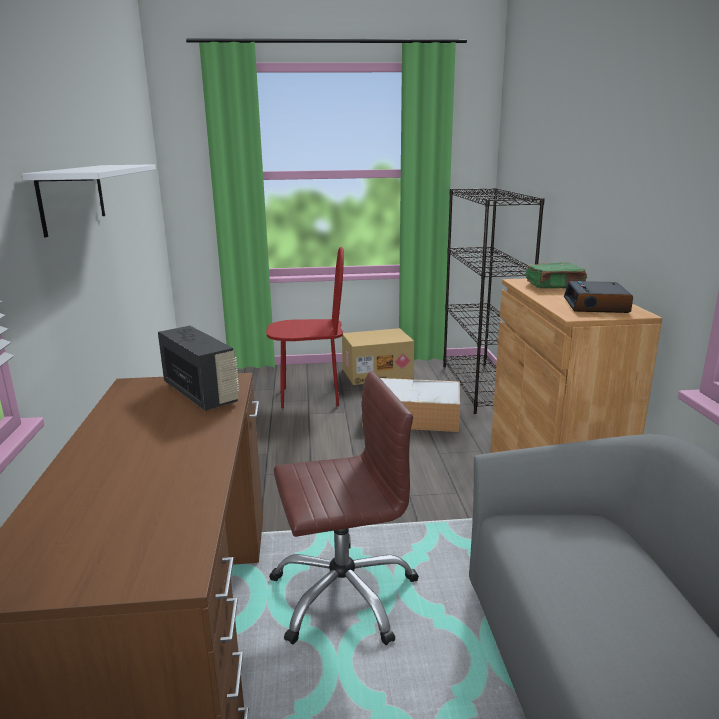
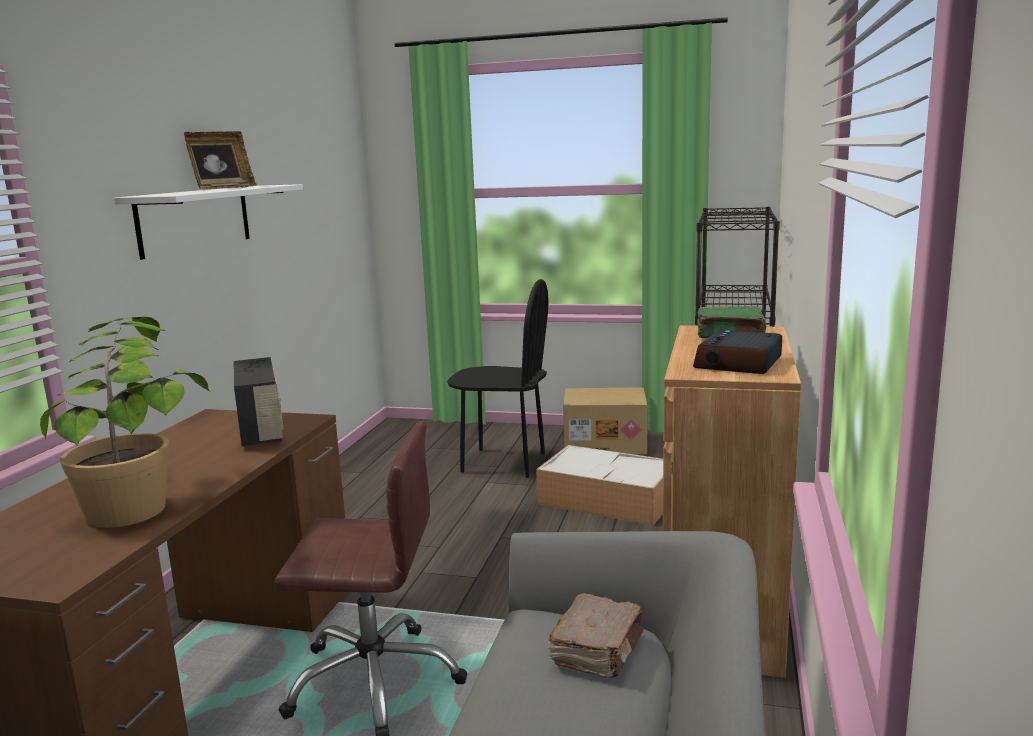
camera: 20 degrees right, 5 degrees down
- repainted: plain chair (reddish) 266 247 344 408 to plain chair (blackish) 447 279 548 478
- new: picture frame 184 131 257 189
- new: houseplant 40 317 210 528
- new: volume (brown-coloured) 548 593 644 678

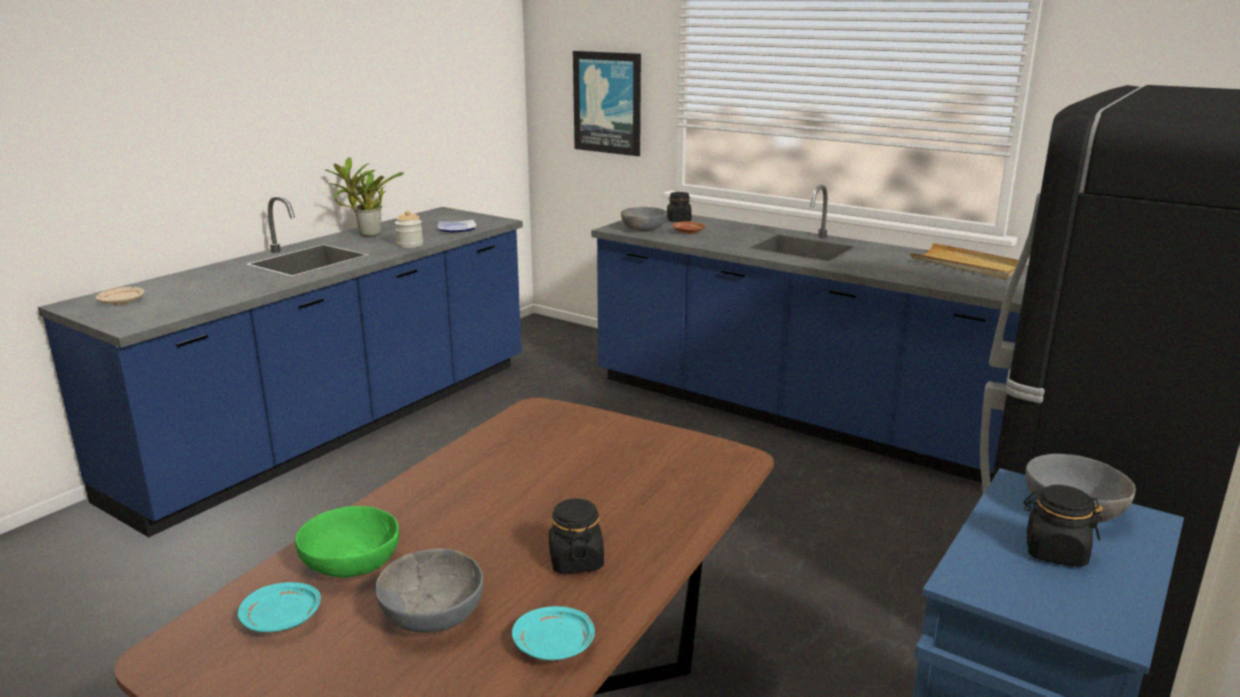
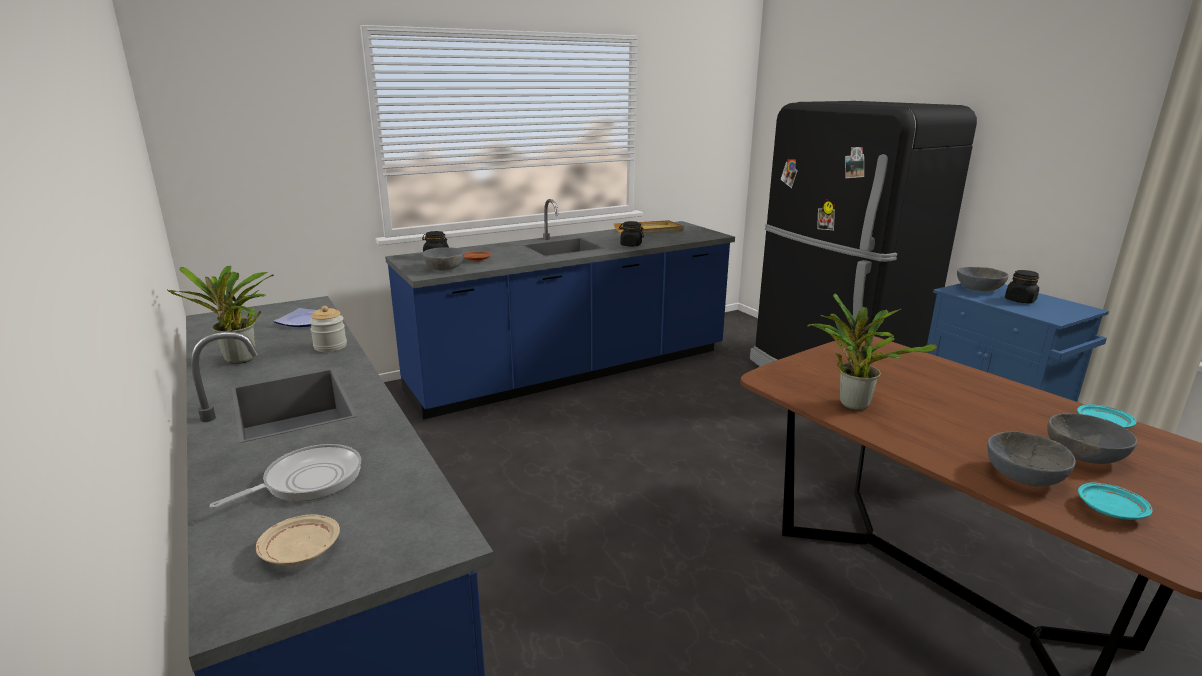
camera: 65 degrees left, 0 degrees up
- gone: wall art 573 51 641 156
- shifted: storage jar (blackish) 549 498 604 574 to 619 221 644 247
- repainted: bowl (green-coloured) 295 506 399 578 to bowl (gray) 987 431 1076 487
- new: houseplant 807 294 937 410
- new: pan 210 444 361 509

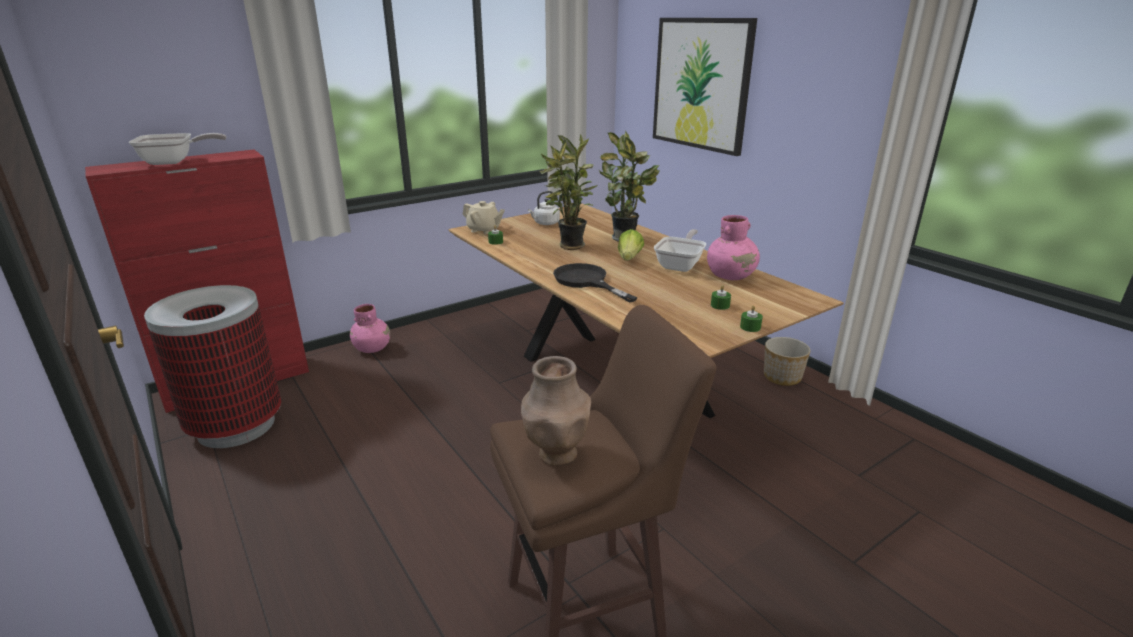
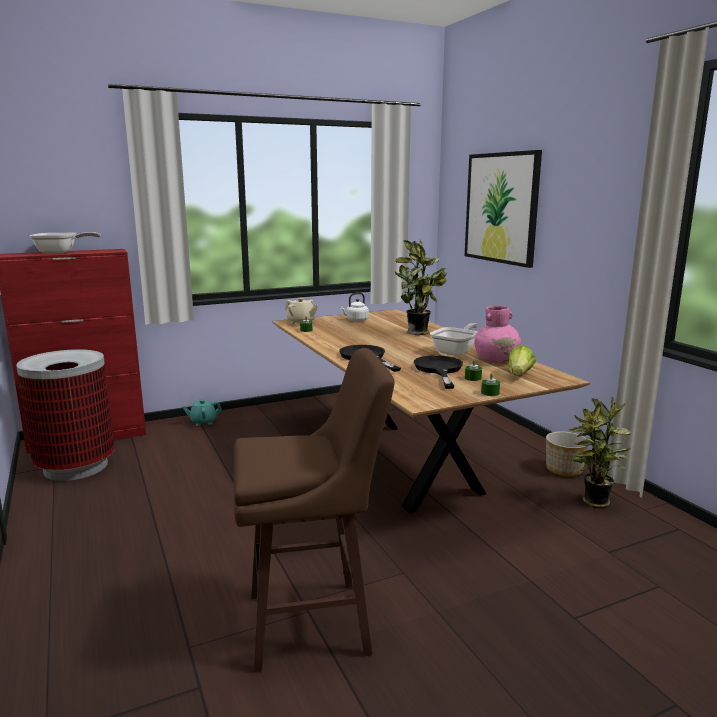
camera: 10 degrees right, 10 degrees down
- shifted: houseplant 539 134 598 250 to 569 397 632 508
- shifted: lettuce 618 229 644 261 to 507 345 536 376
- swapped: decorative vase (pink-coloured) 350 304 390 353 to tea pot (turquoise) 182 399 222 426
- gone: decorative vase (brown-coloured) 521 356 591 466
- new: pan (blackish) 414 355 463 389

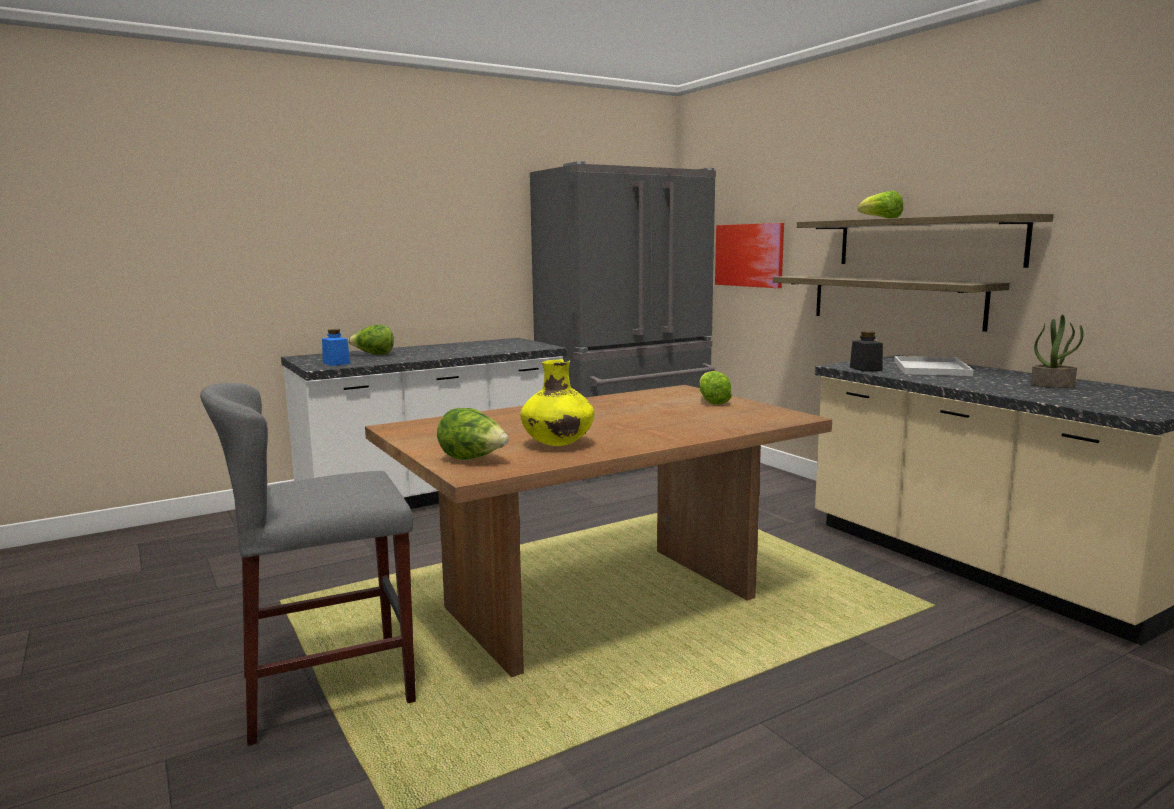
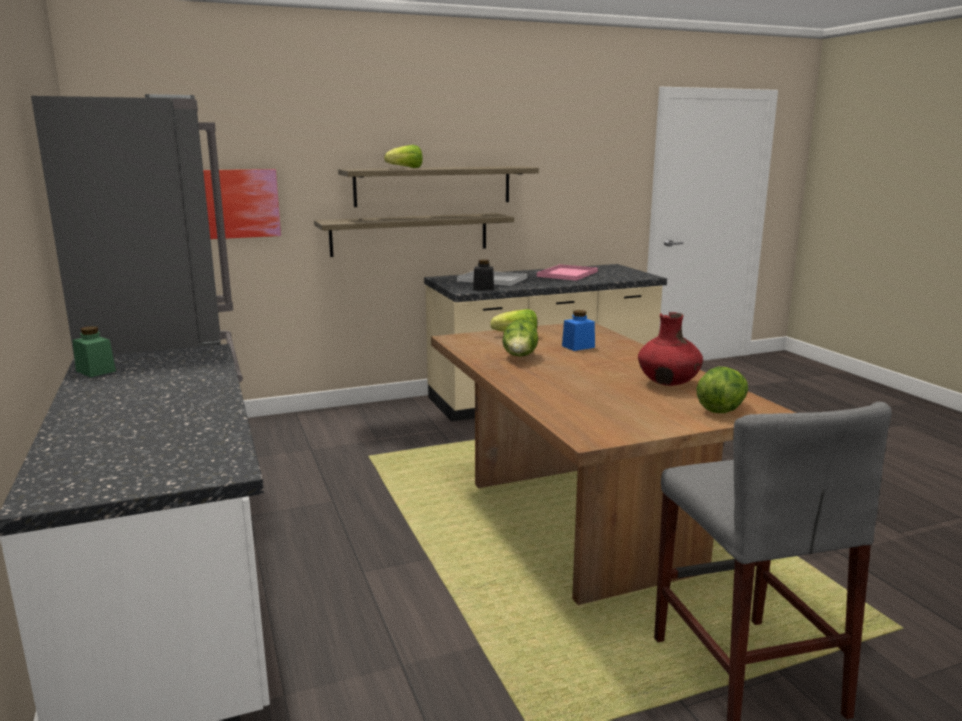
camera: 80 degrees left, 5 degrees up
- swapped: houseplant 1031 314 1084 388 to serving tray (pink-coloured) 537 264 598 281
- shifted: lettuce 348 325 394 355 to 503 320 538 357
- shifted: storage jar (blue-coloured) 322 329 350 366 to 562 310 595 351
- repainted: decorative vase (yellowish) 520 359 595 446 to decorative vase (reddish) 638 312 703 386
- new: storage jar (green-coloured) 72 326 116 377

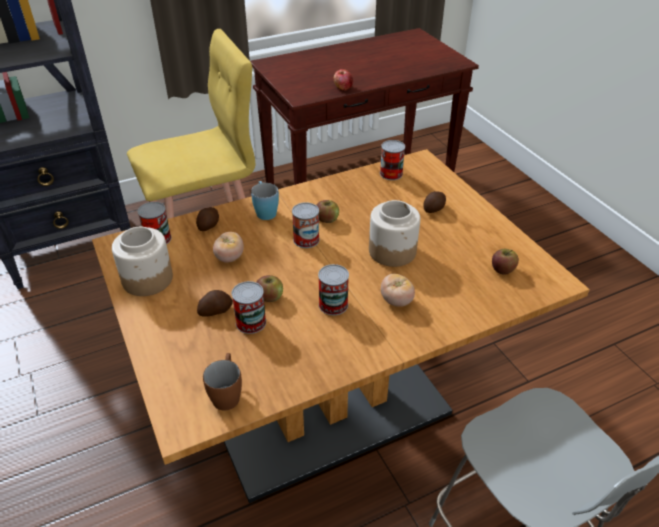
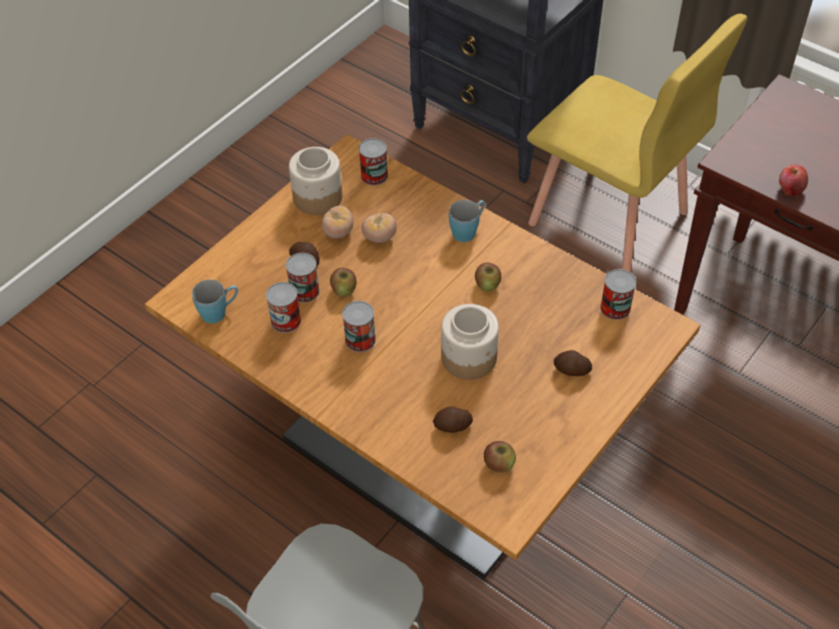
camera: 65 degrees right, 10 degrees up
- shifted: metal can 292 202 320 248 to 266 282 301 333
- shifted: whole potato 196 207 219 231 to 433 406 473 433
- shifted: fresh tomato 381 274 415 307 to 322 206 354 239
- repainted: mug (brown-coloured) 203 353 242 411 to mug (blue-coloured) 192 280 238 323

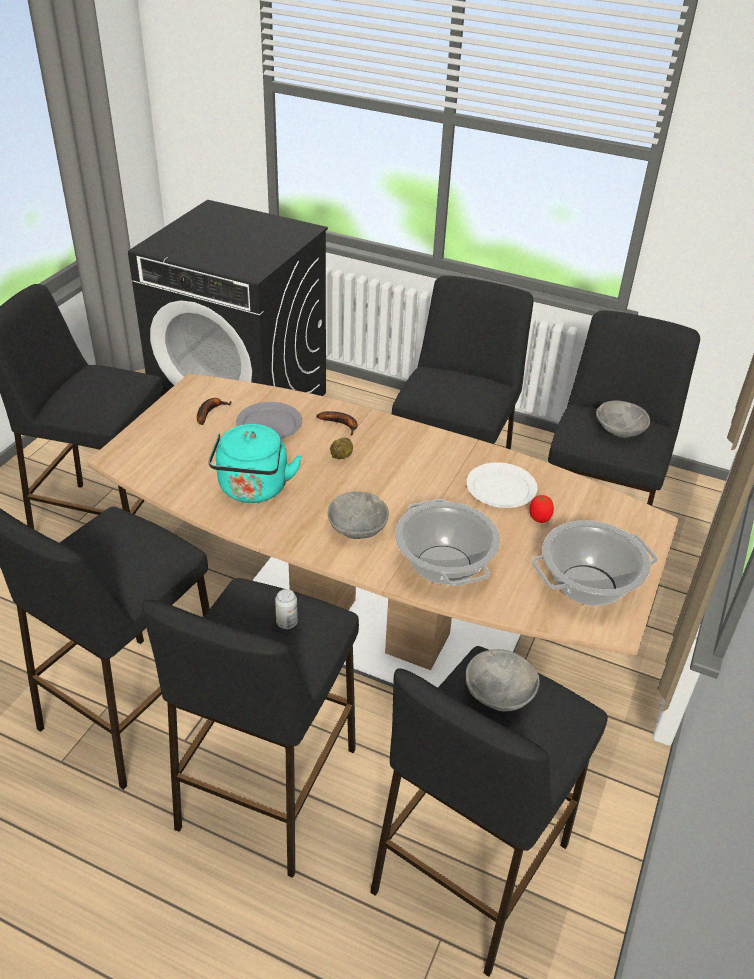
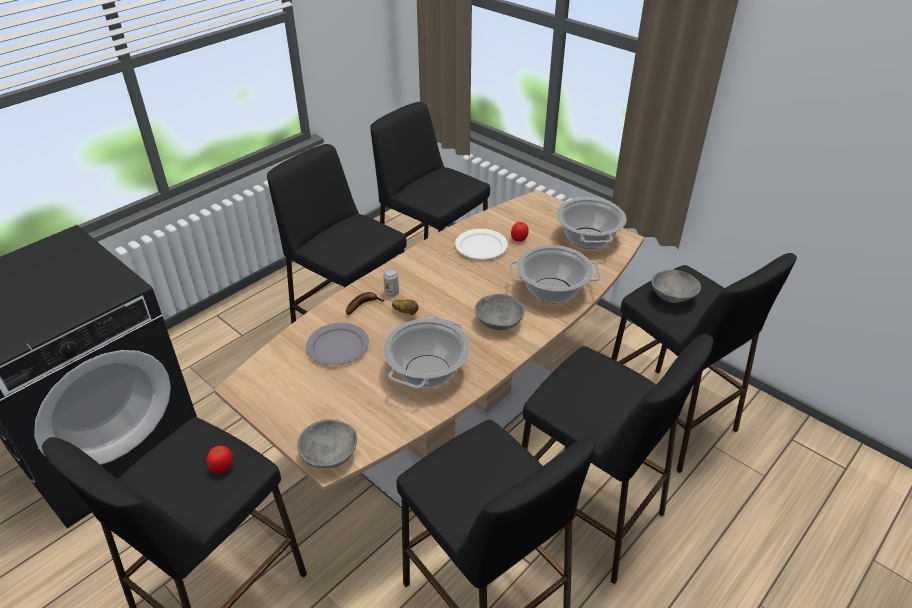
camera: 70 degrees left, 0 degrees up
- gone: banana fruit 197 398 231 425
- shifted: bowl (gray) 596 400 650 438 to 297 419 357 468
- swapped: tea kettle (turquoise) 208 424 302 503 to cooking pot 383 317 470 389
- shifted: metal can 275 589 298 629 to 383 269 399 297
- new: fresh tomato 207 446 233 474

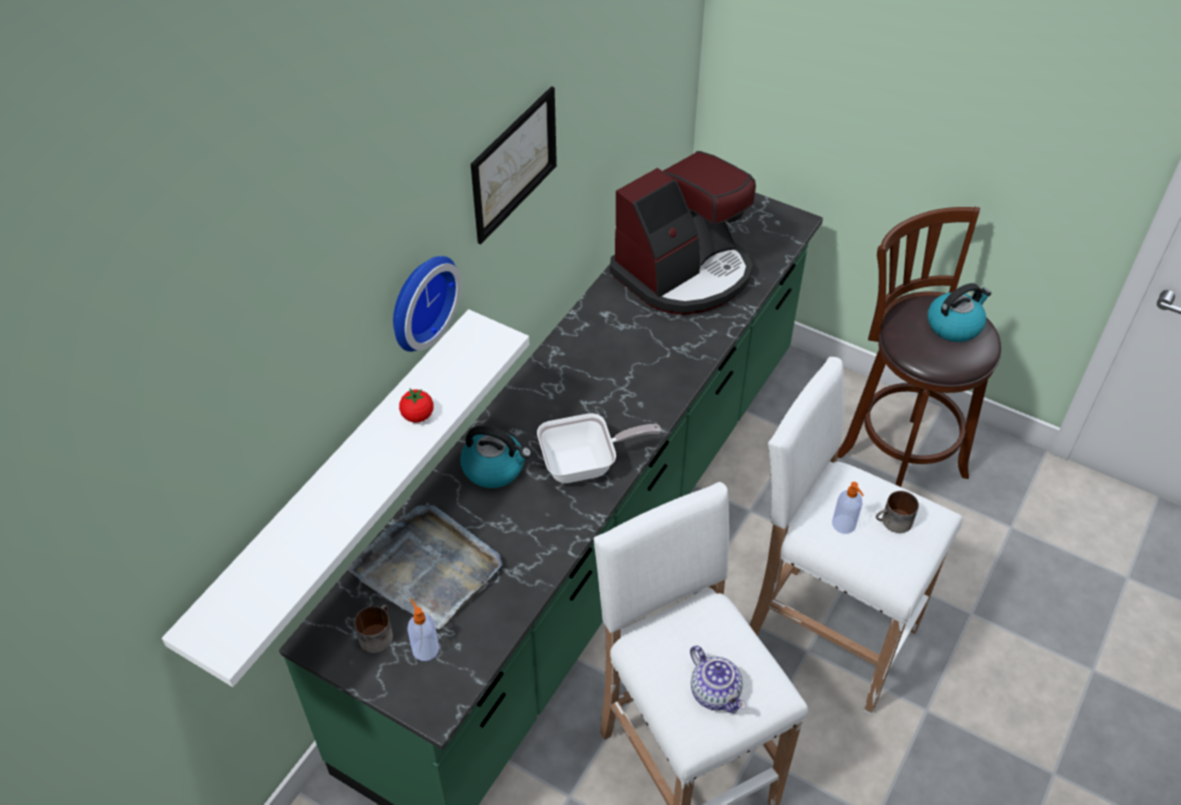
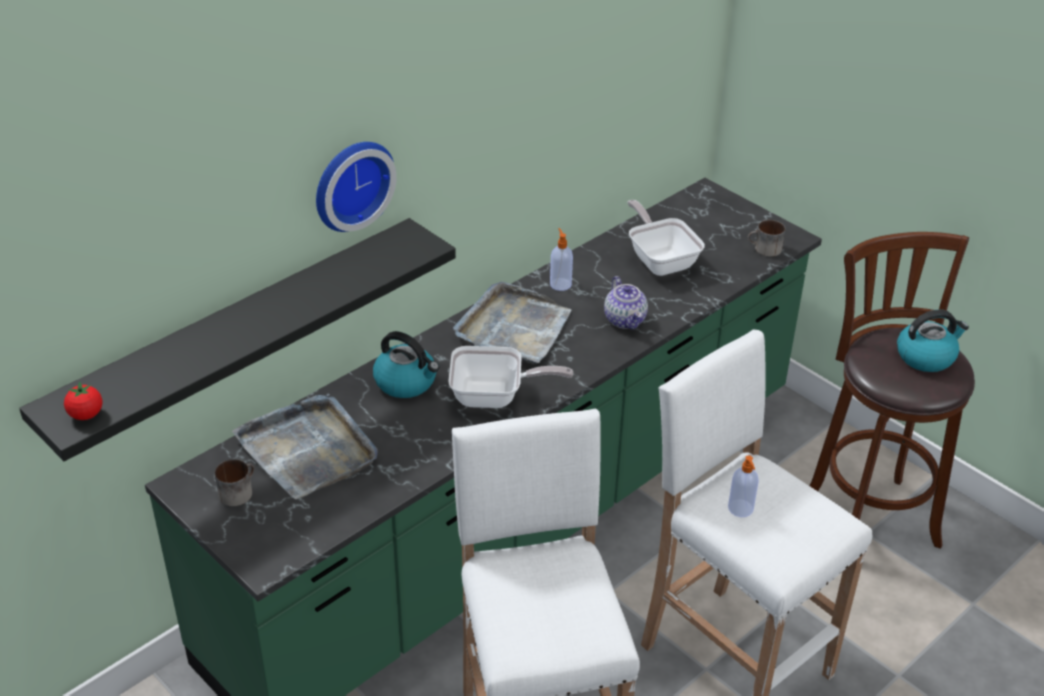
camera: 15 degrees right, 10 degrees down
- gone: wall art 471 86 557 244
- swapped: coffee maker 610 151 756 315 to pan 628 200 705 276
- repainted: shelf (white-coloured) 162 309 529 687 to shelf (blackish) 19 218 456 461
- shifted: fresh tomato 399 389 433 423 to 64 382 103 420
- shifted: mug 876 491 919 533 to 747 220 785 257
- shifted: soap dispenser 407 598 439 661 to 550 228 573 291
- shifted: tea pot 690 645 746 713 to 604 276 648 330
- new: serving tray (gray) 453 282 571 364

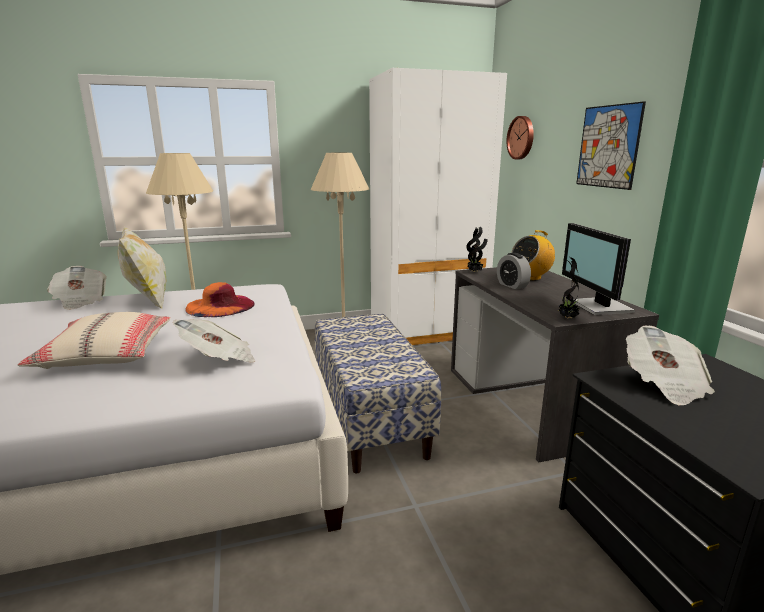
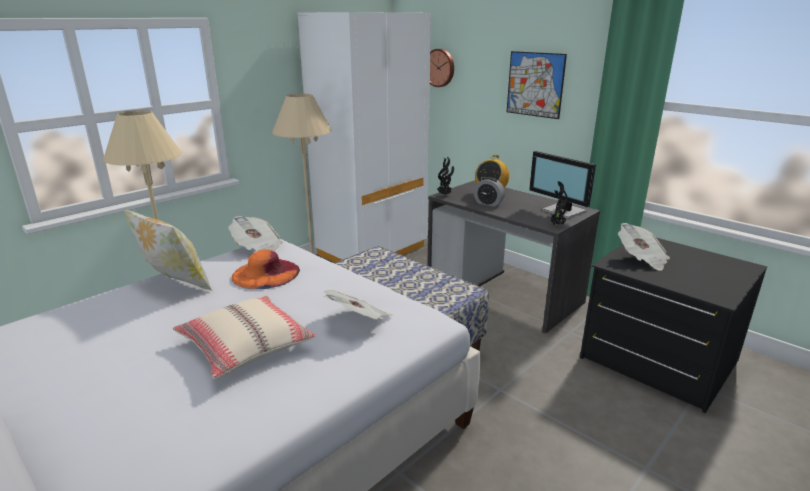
camera: 30 degrees left, 5 degrees up
- shifted: printed paper 47 266 107 310 to 228 216 283 252

